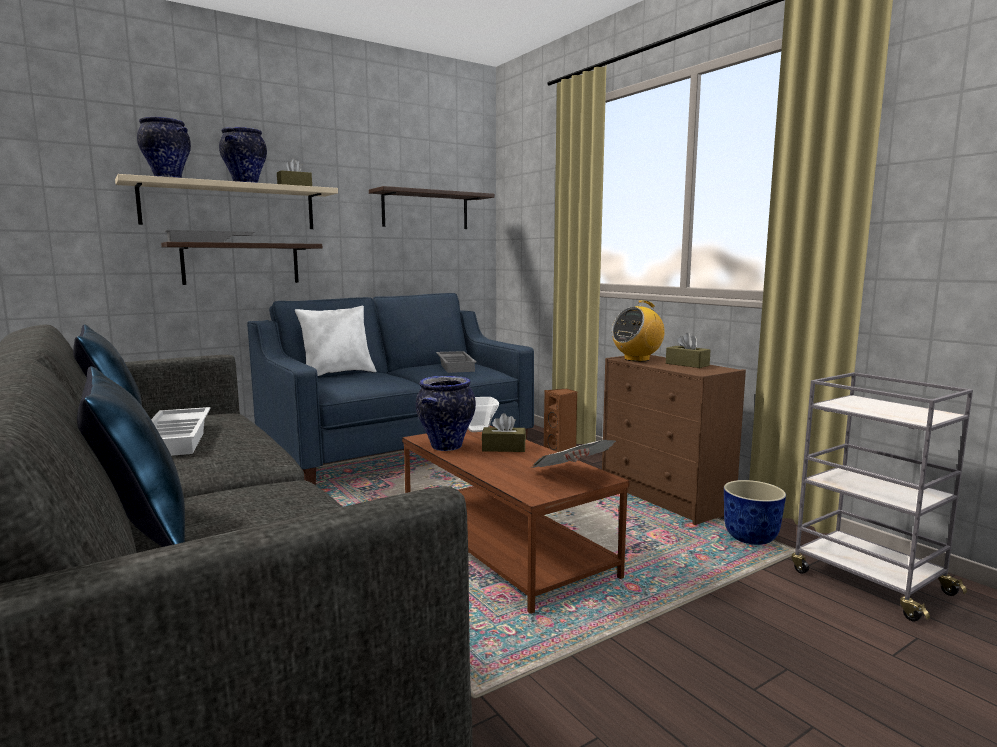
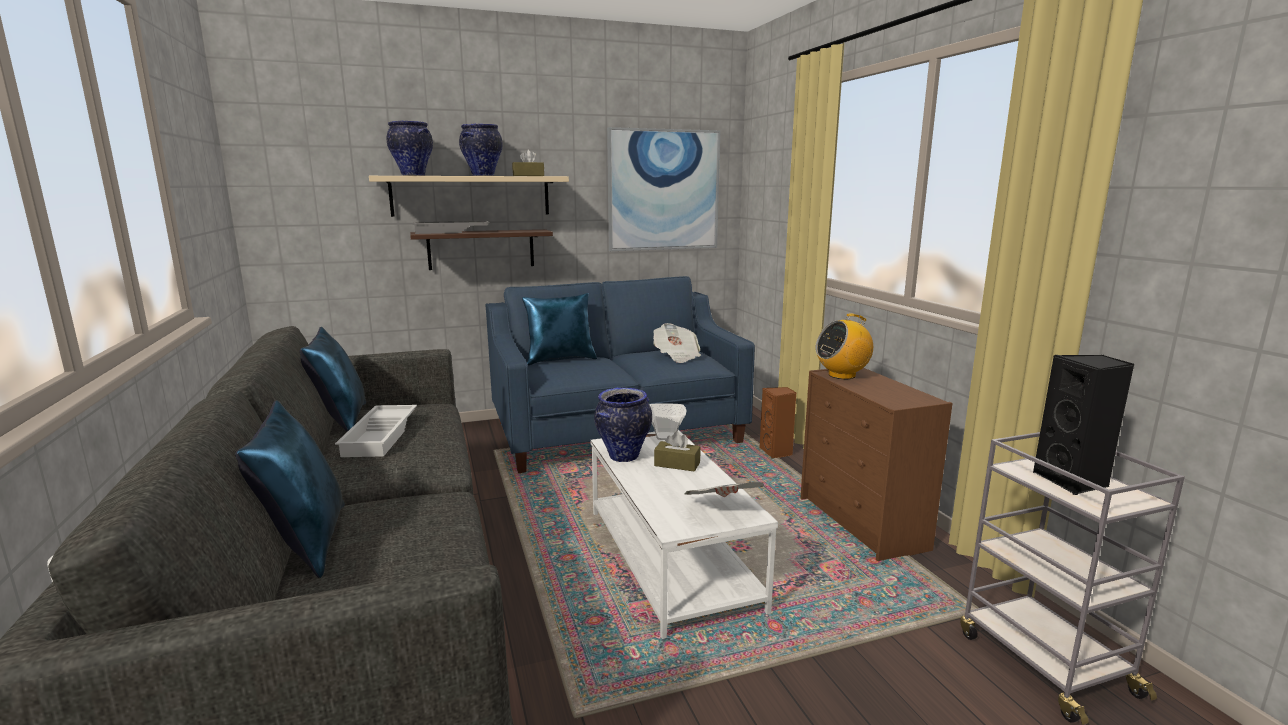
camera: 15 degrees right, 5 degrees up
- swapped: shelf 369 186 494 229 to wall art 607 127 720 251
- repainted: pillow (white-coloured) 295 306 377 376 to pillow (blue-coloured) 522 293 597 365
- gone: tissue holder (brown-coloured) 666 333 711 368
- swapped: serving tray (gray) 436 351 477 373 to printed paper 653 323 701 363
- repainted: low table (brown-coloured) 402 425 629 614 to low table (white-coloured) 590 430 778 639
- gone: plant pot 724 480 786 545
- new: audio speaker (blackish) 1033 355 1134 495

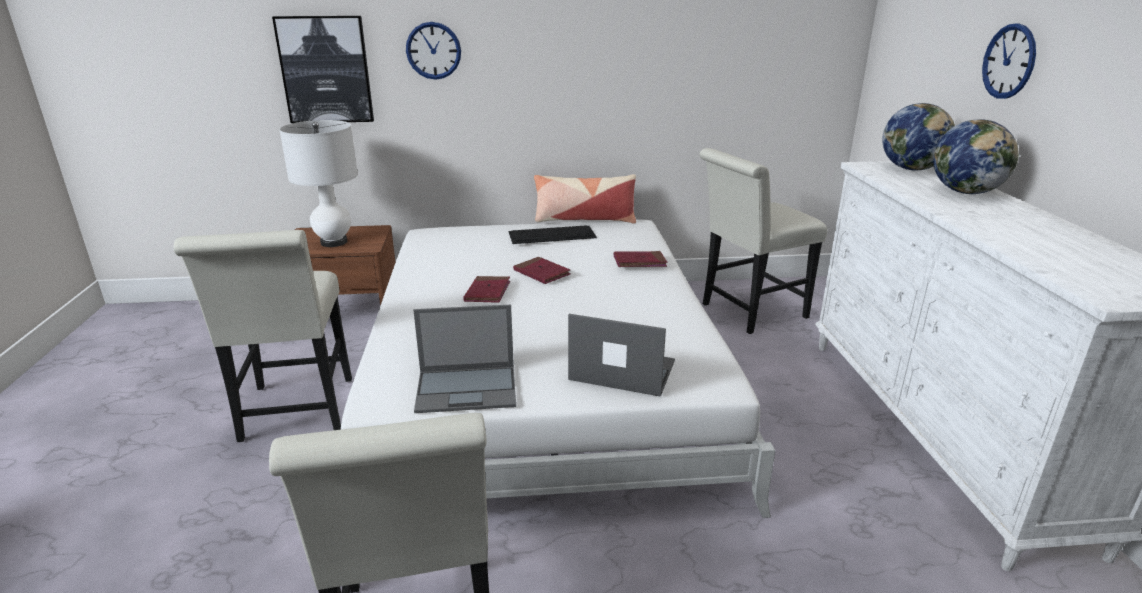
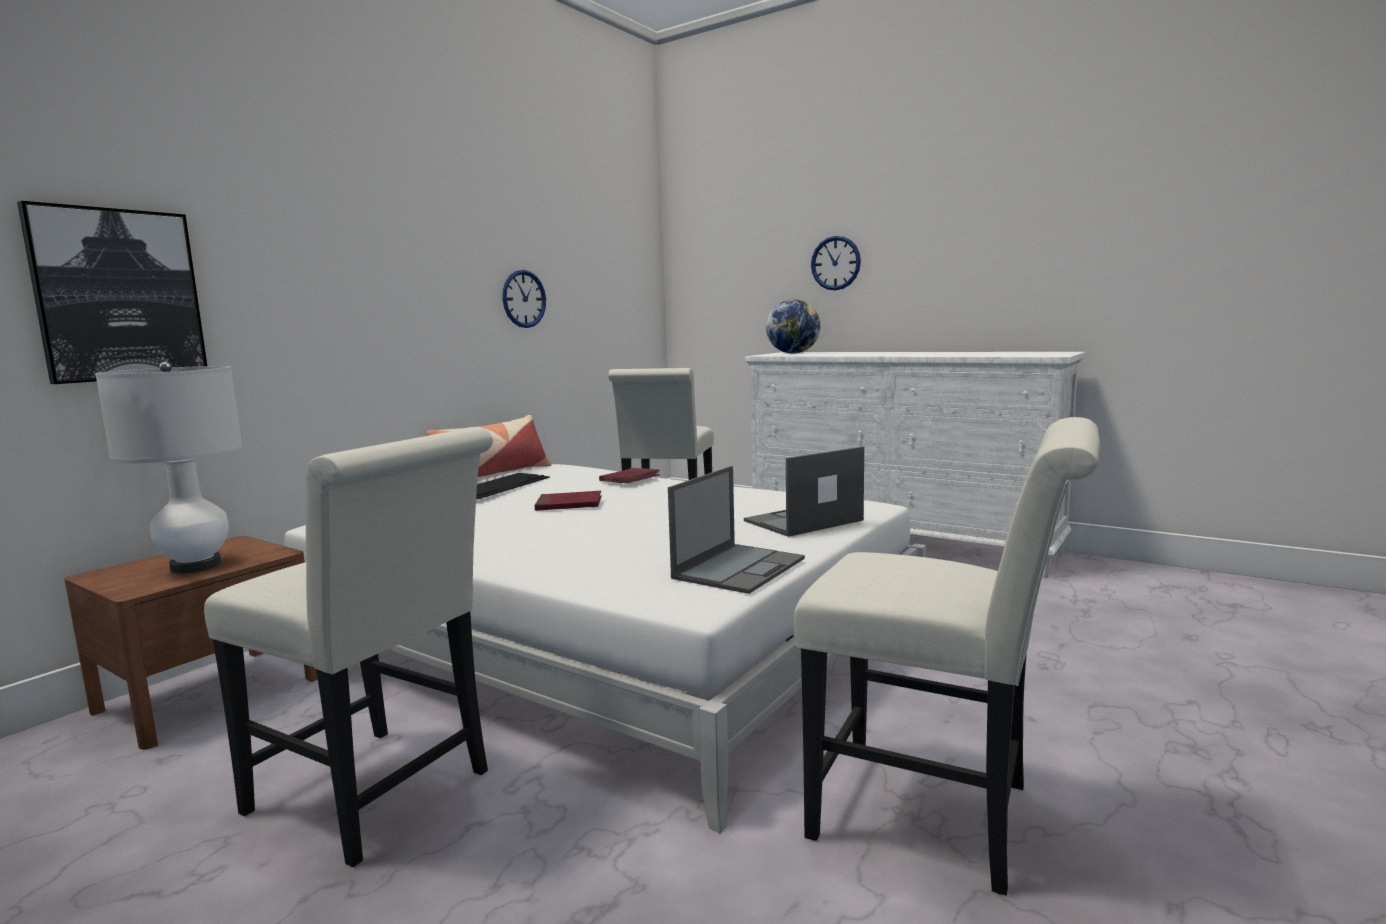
camera: 50 degrees left, 15 degrees down
- shifted: hanging clock 406 22 461 80 to 502 270 546 328
- gone: desk globe 933 119 1019 194
- gone: volume (reddish) 463 276 510 303

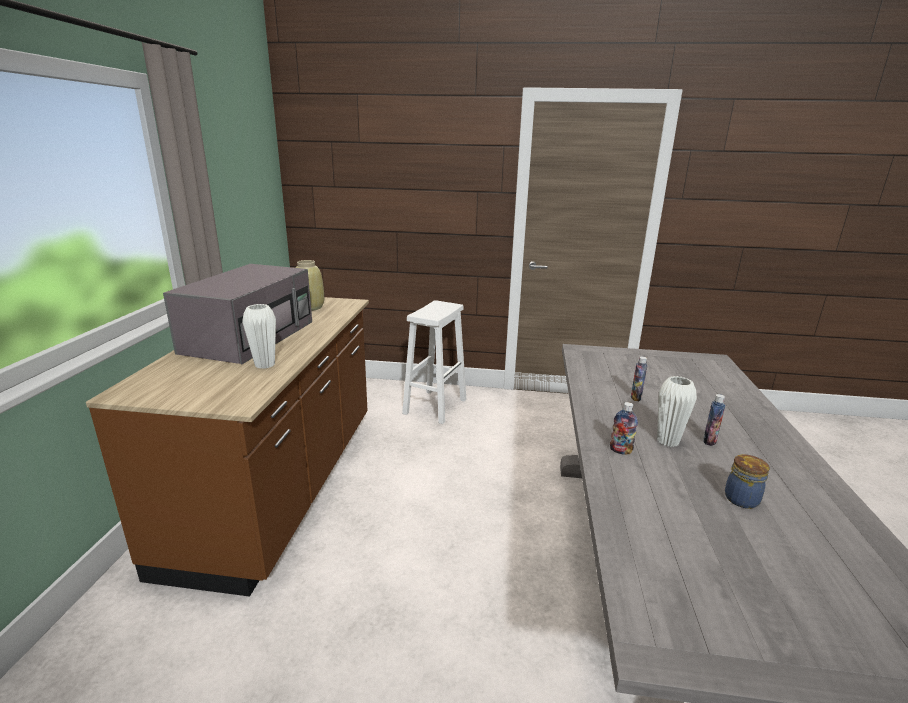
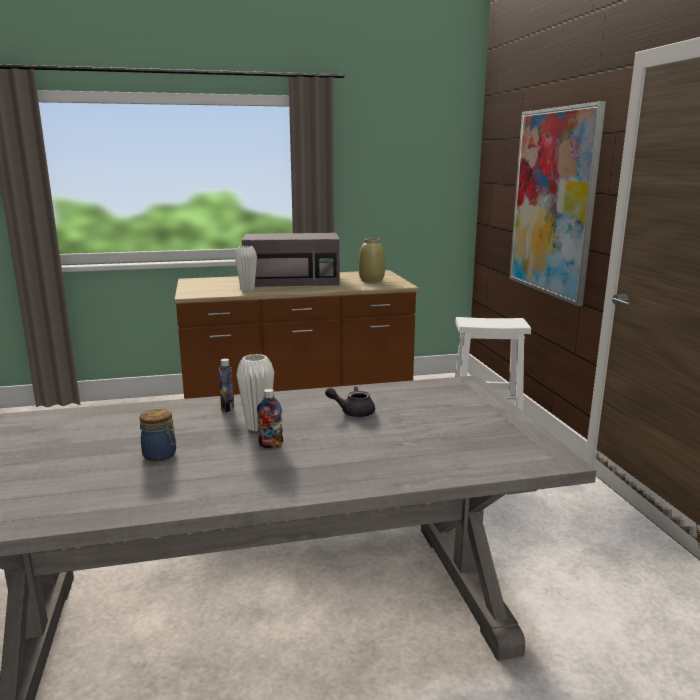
camera: 70 degrees right, 5 degrees down
- swapped: drink bottle 631 356 647 401 to tea pot (gray) 325 386 375 417
- new: wall art 509 101 606 306

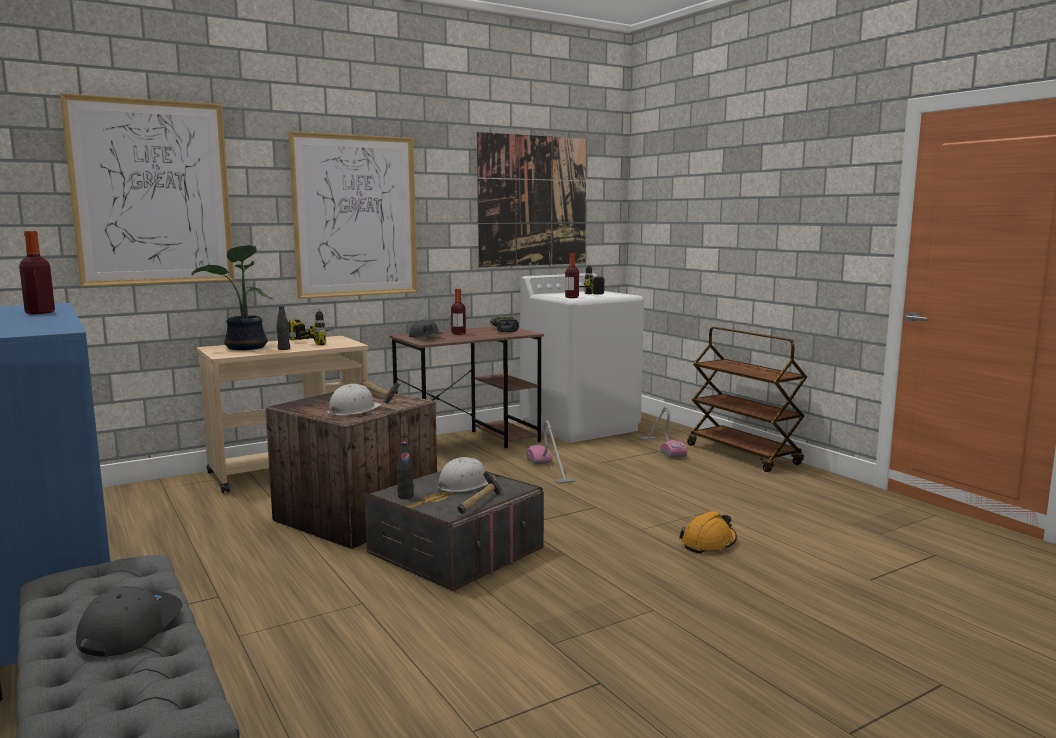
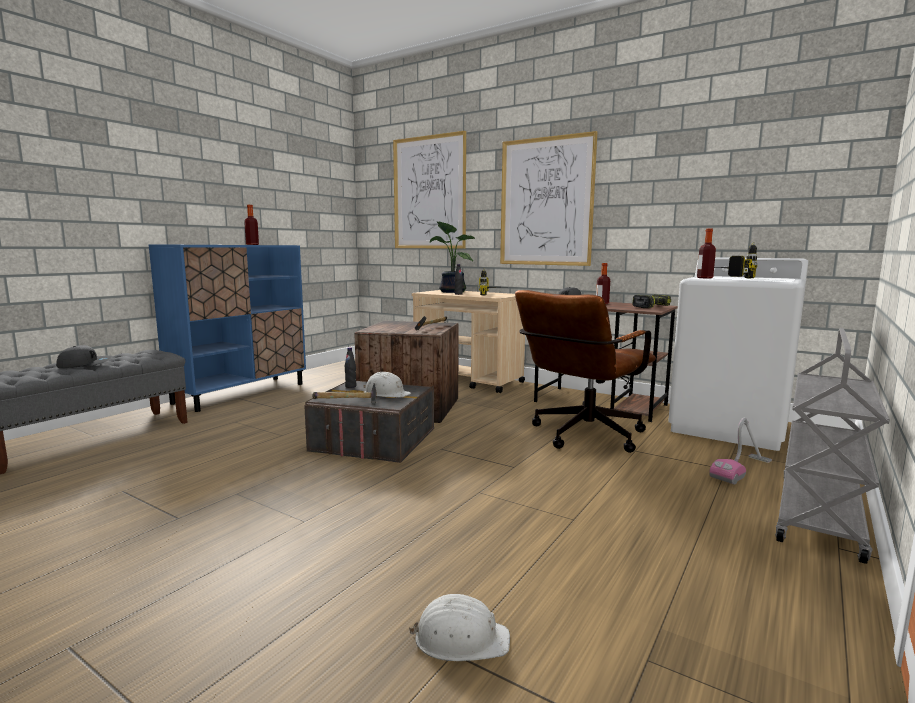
camera: 65 degrees right, 0 degrees up
- gone: wall art 477 132 587 267
- repainted: wheeled cart (brown-coloured) 687 327 807 472 to wheeled cart (gray) 775 328 890 564
- shifted: safety helmet (white-coloured) 327 384 382 415 to 409 594 510 661
- swapped: vacuum 526 421 575 484 to computer chair (brown-coloured) 515 290 656 453
- gone: safety helmet (orangey) 679 511 737 554

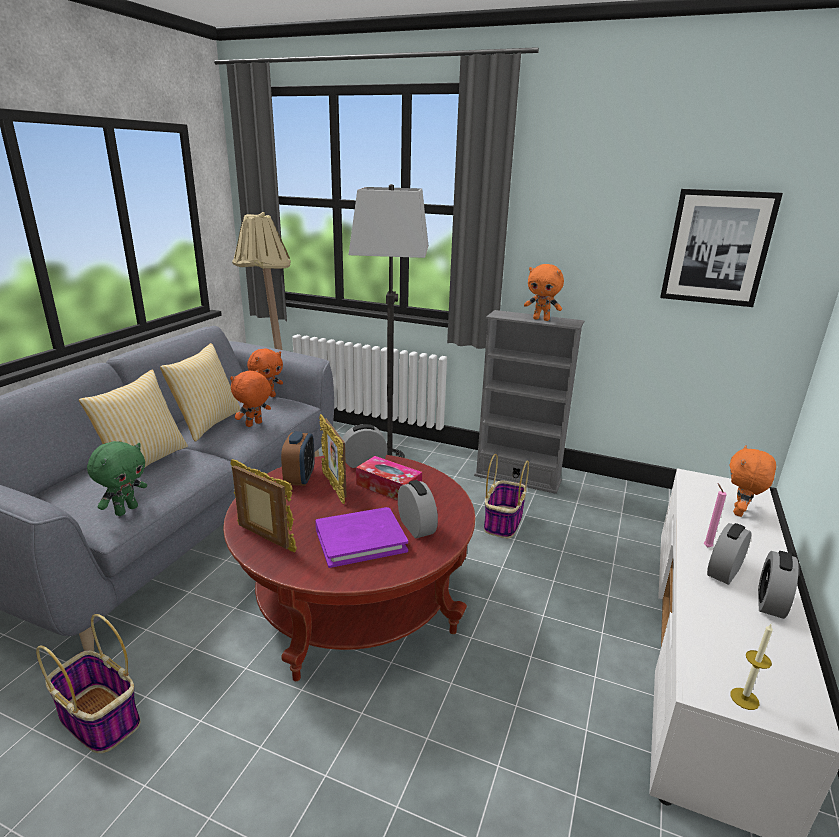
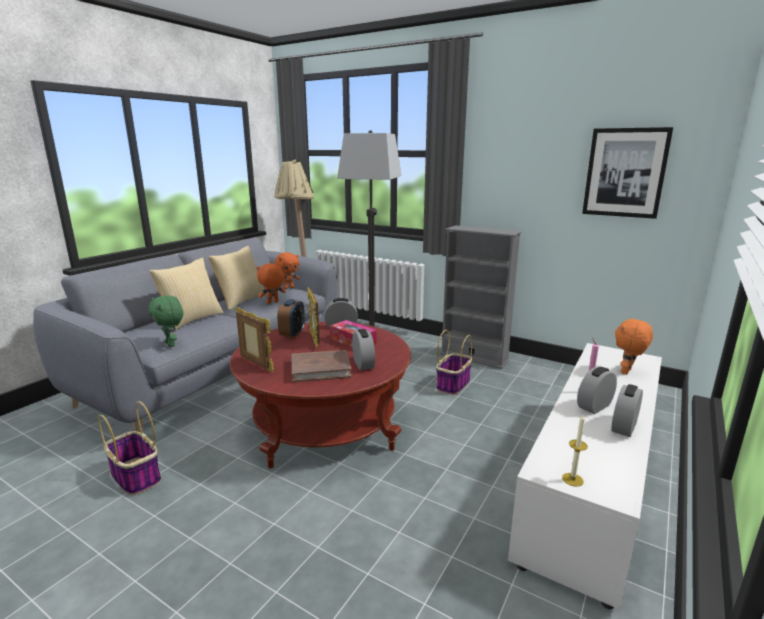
camera: 10 degrees right, 5 degrees down
- gone: soft toy (orangey) 524 264 564 321
- rotated: soft toy (green-coloured) 87 441 147 516 = 148 295 183 347 105 degrees clockwise
- repainted: volume (purple) 315 507 408 568 to volume (brown-coloured) 292 350 352 382

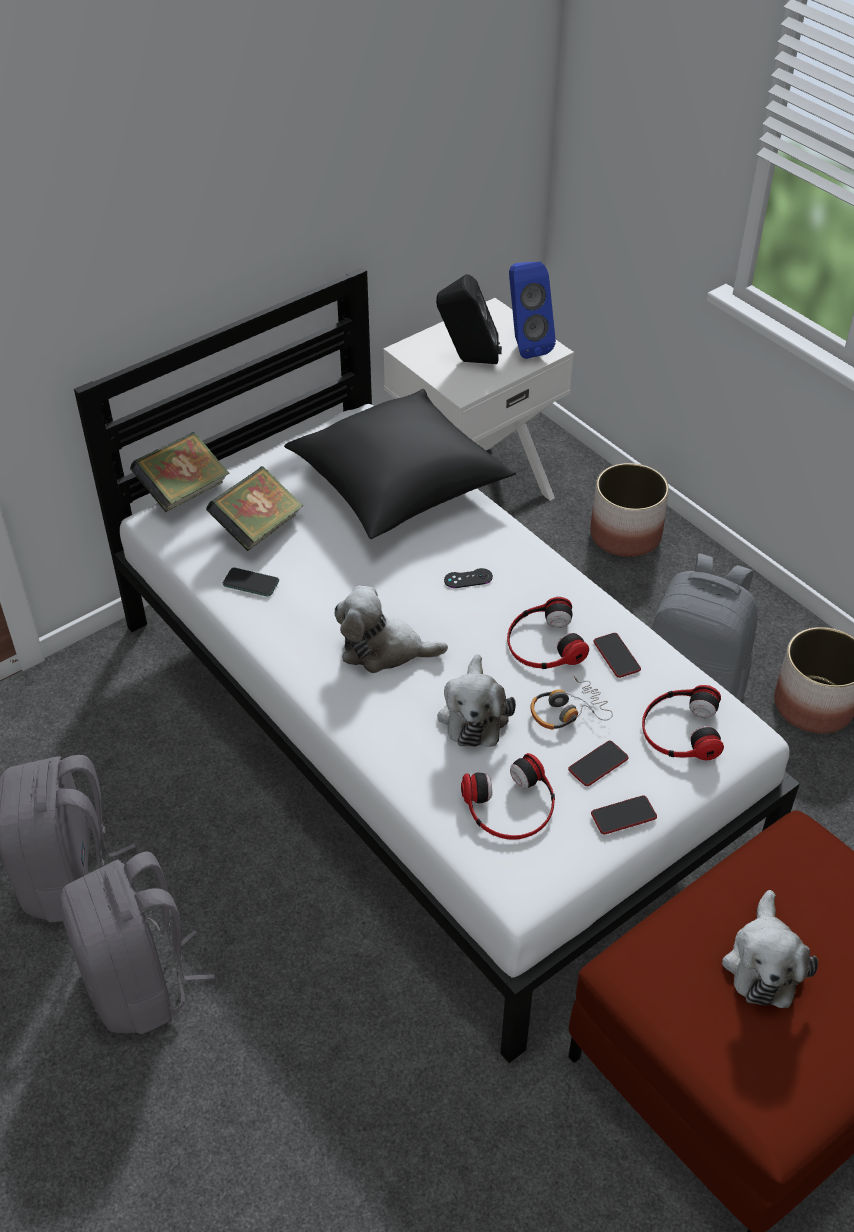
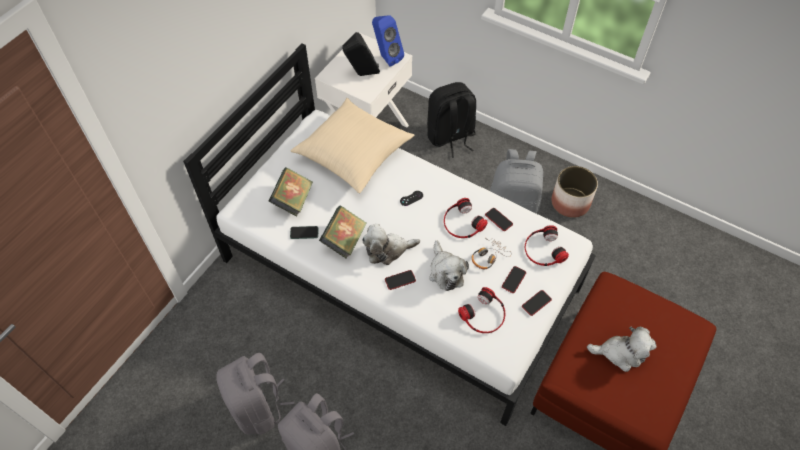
camera: 20 degrees left, 10 degrees up
- repainted: pillow (blackish) 284 389 516 539 to pillow (beige) 291 98 415 193
- shifted: volume 130 432 229 512 to 319 206 367 259
- swapped: plant pot 590 463 669 557 to knapsack (blackish) 427 82 476 158
- rotated: soft toy 722 890 818 1008 = 587 326 656 372 75 degrees counterclockwise
- new: handset 385 270 416 290

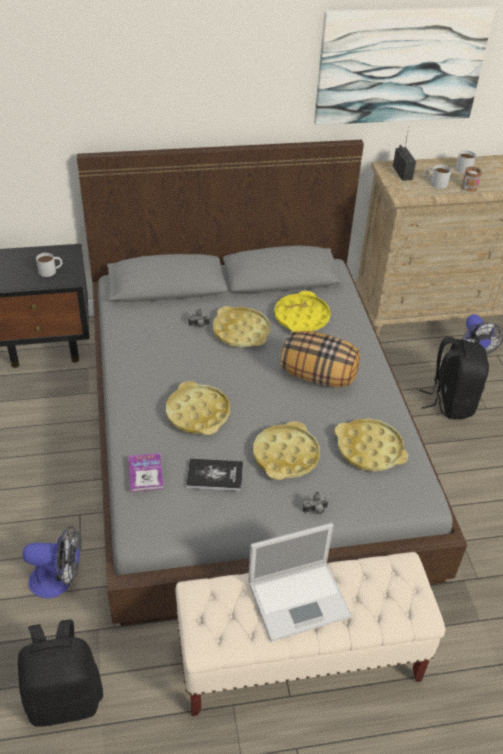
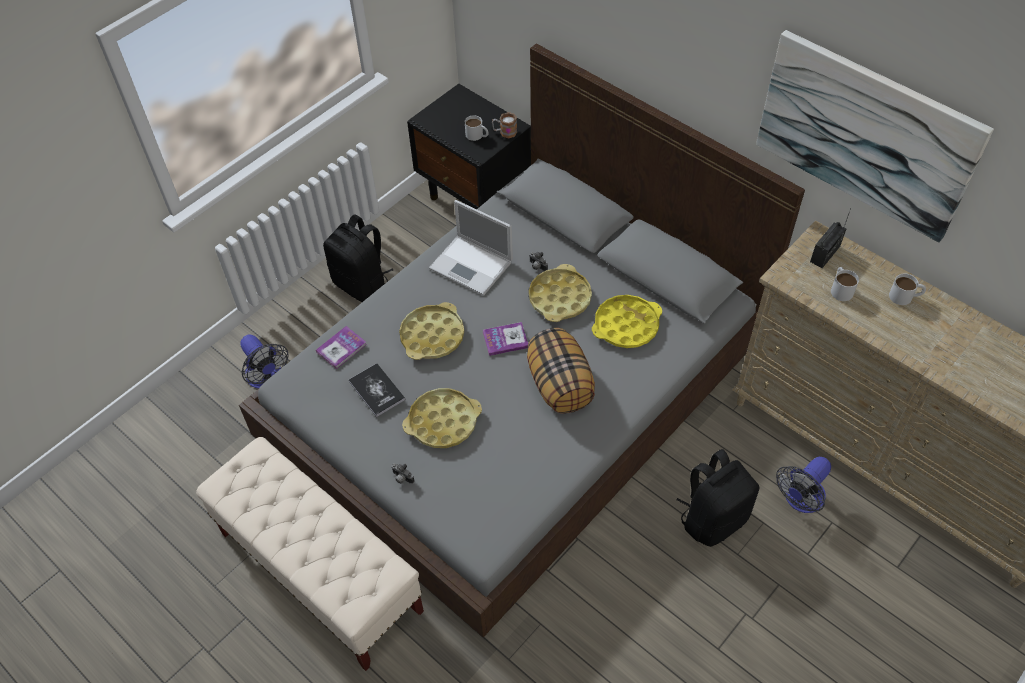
camera: 55 degrees right, 10 degrees up
- shifted: mug 461 166 482 192 to 492 112 517 138
- gone: serving tray (yellowish) 334 419 408 471
- shifted: portable computer 248 523 352 642 to 429 200 513 296
- shifted: knapsack (blackish) 18 619 103 727 to 323 214 393 302
- new: volume 483 322 528 356

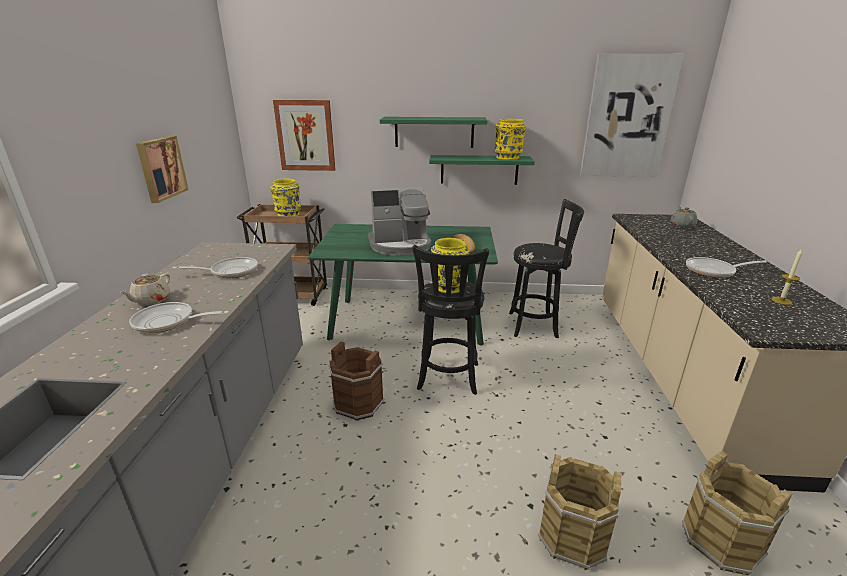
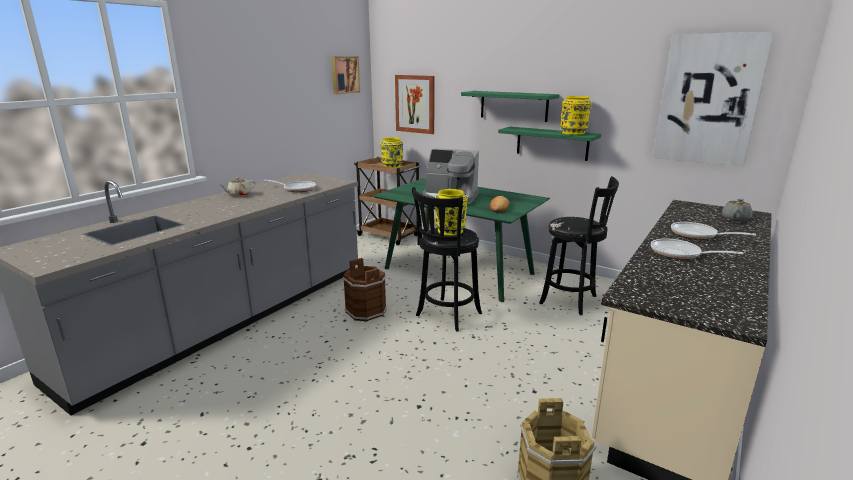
camera: 30 degrees right, 5 degrees down
- shifted: wall art 136 136 189 203 to 331 57 360 94
- gone: candle 771 249 802 305
- shifted: pan 129 302 229 333 to 671 222 756 240
- gone: water bucket (brown-coloured) 538 454 621 570

